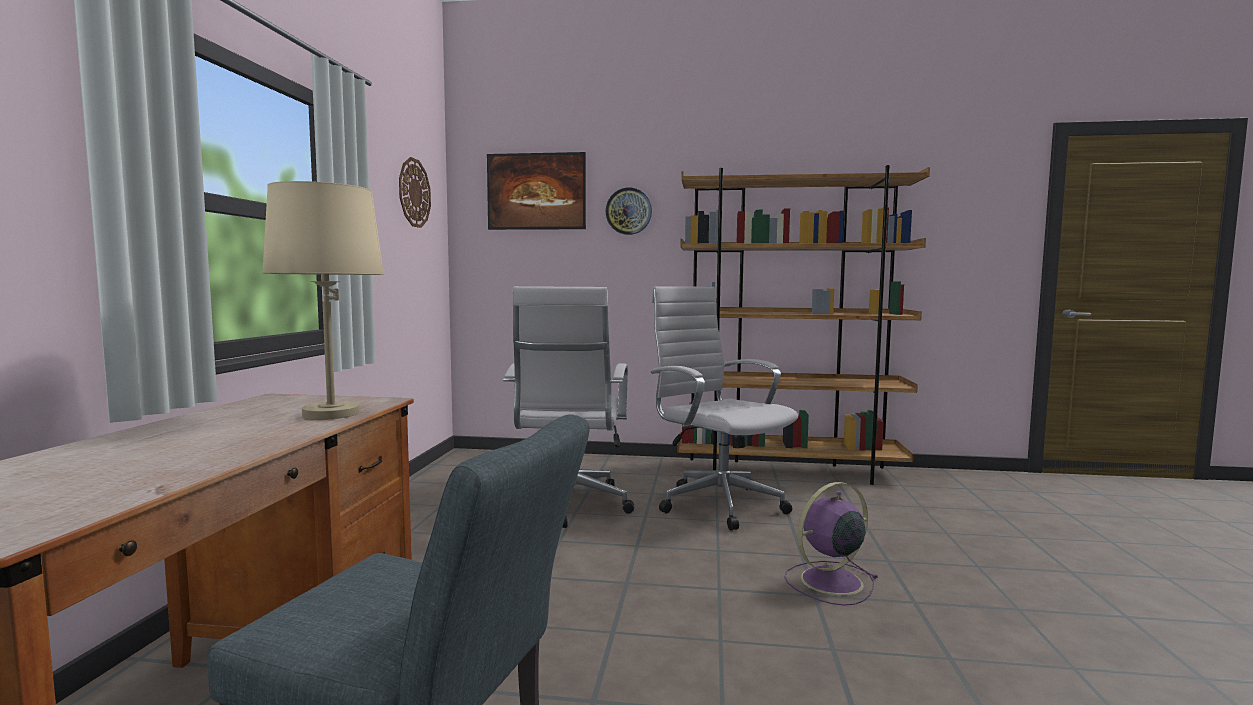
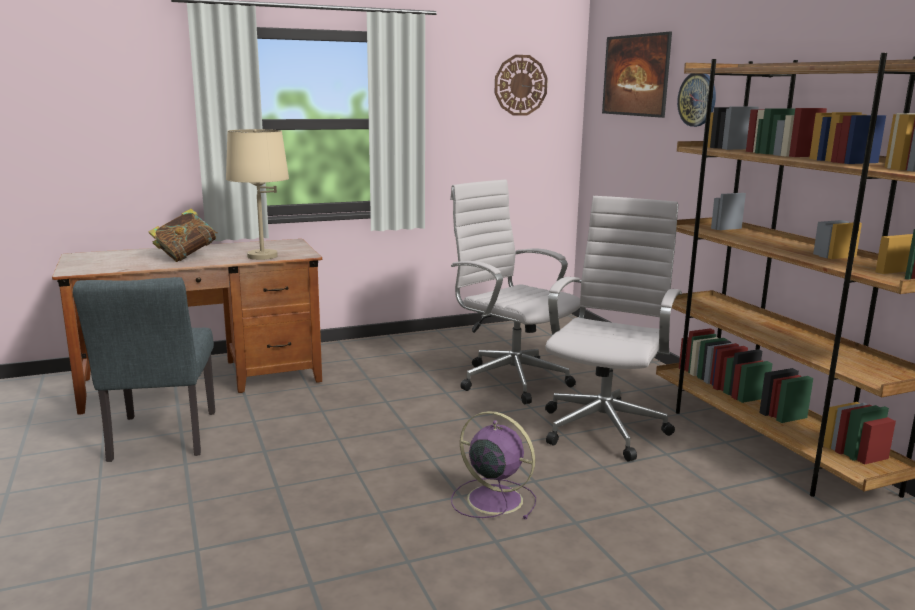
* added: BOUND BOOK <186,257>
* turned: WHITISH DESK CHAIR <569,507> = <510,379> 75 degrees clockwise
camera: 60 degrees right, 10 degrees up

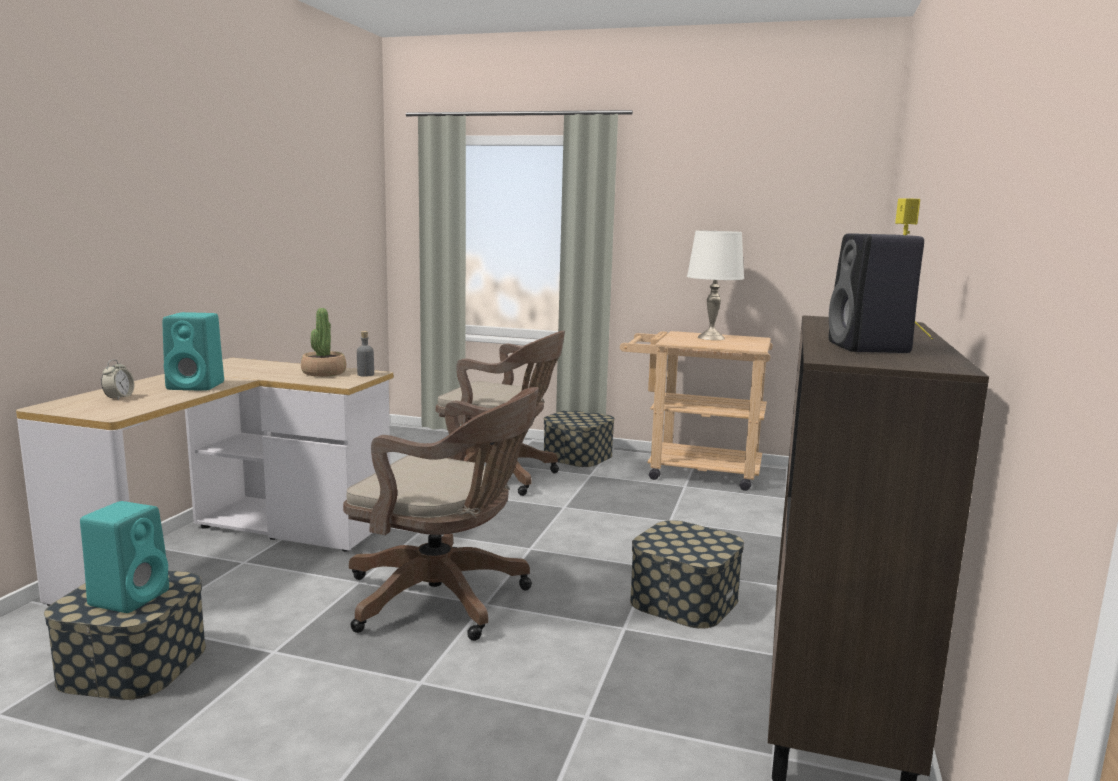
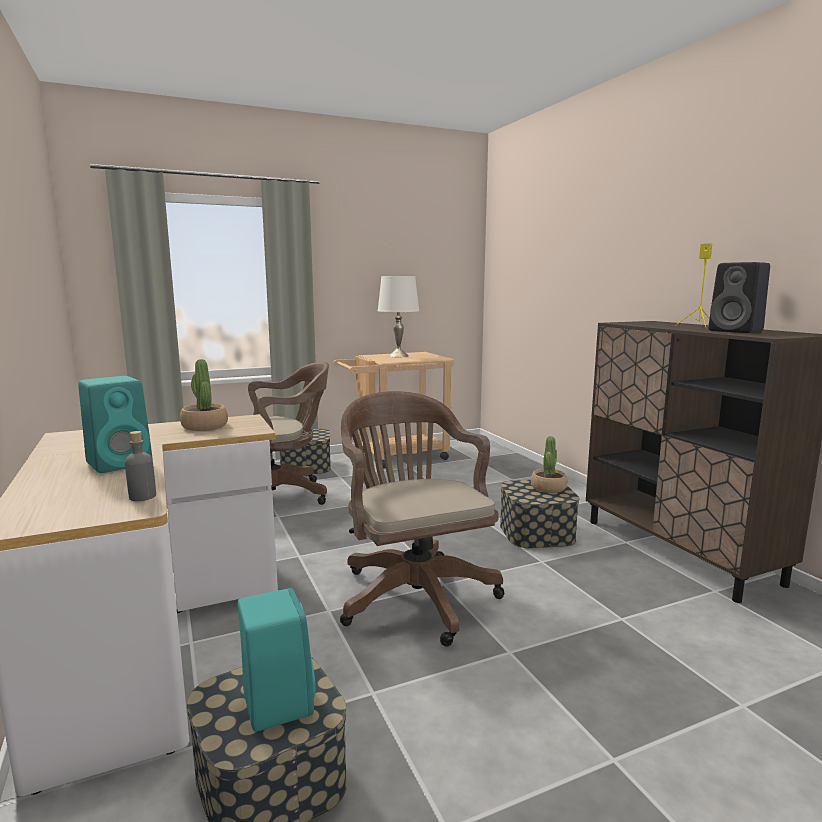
* moved: GRAY BOTTLE <365,374> to <142,496>
* turned: BROWNISH DESK CHAIR <445,599> = <413,593> 90 degrees counterclockwise
* added: PLANT IN A POT <548,488>
* removed: TABLE CLOCK <119,398>
camera: 40 degrees left, 0 degrees up

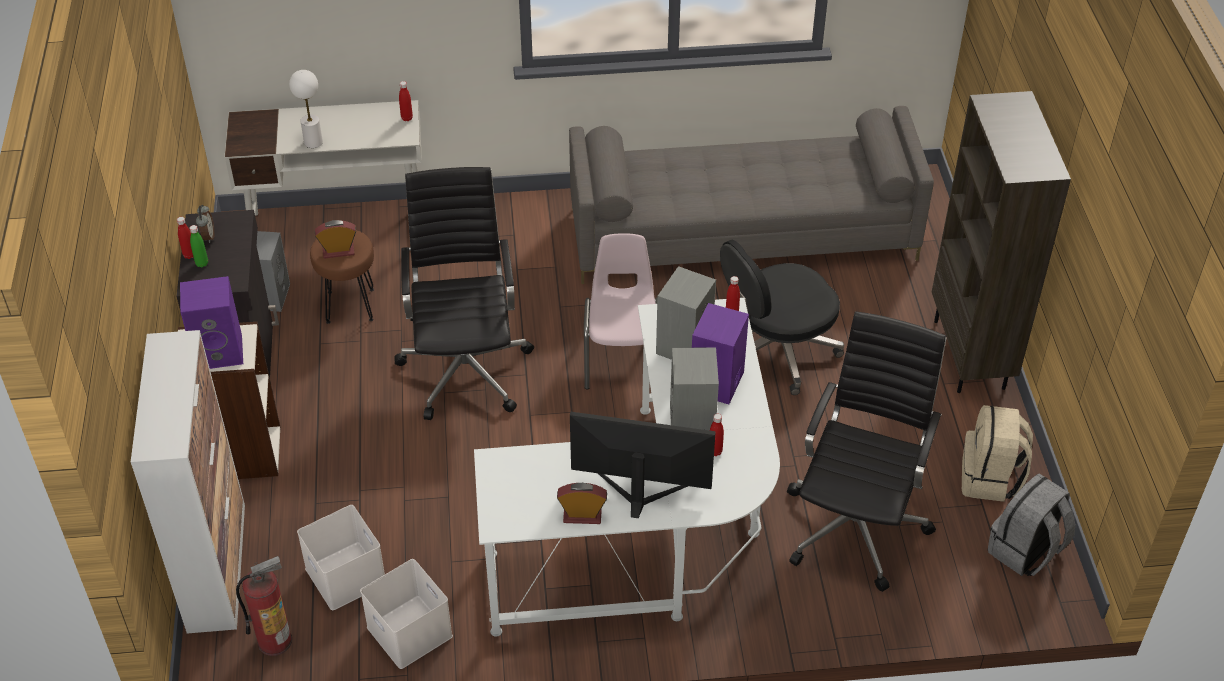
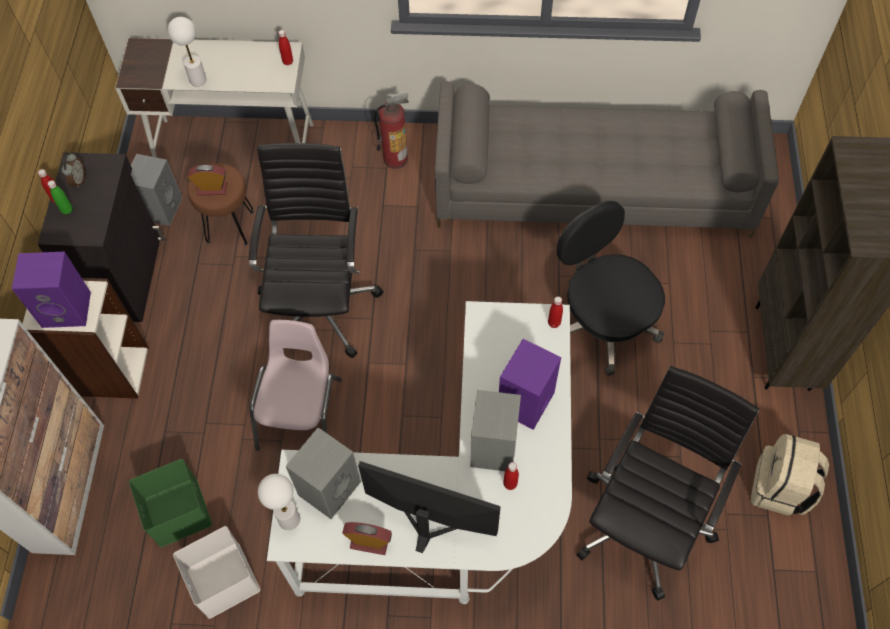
* recoloured: WHITISH STORAGE BIN <347,576> to GREEN STORAGE BIN <179,512>
* moved: PINK CHAIR <623,355> to <301,413>
* added: WHITISH TABLE LAMP <289,519>
* moved: GRAY SPEAKER <683,344> to <329,486>
* moved: FIRE EXTINGUISHER <275,640> to <395,158>
* turned: BLACKISH DESK CHAIR <776,351> = <603,322> 75 degrees clockwise
* removed: GRAY RUCKSACK <1025,551>
camera: 10 degrees right, 15 degrees up

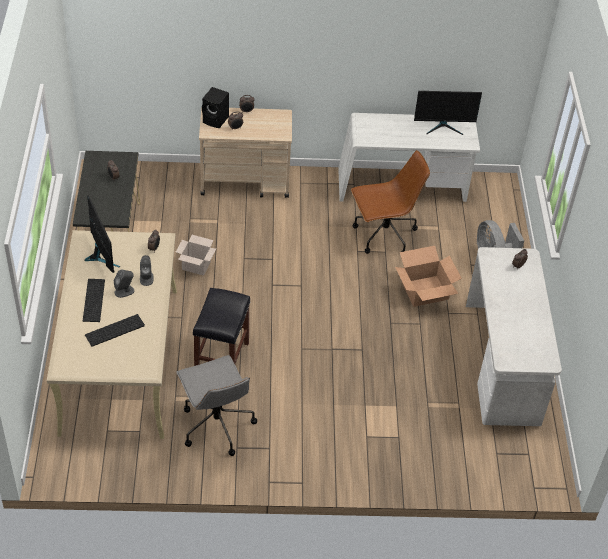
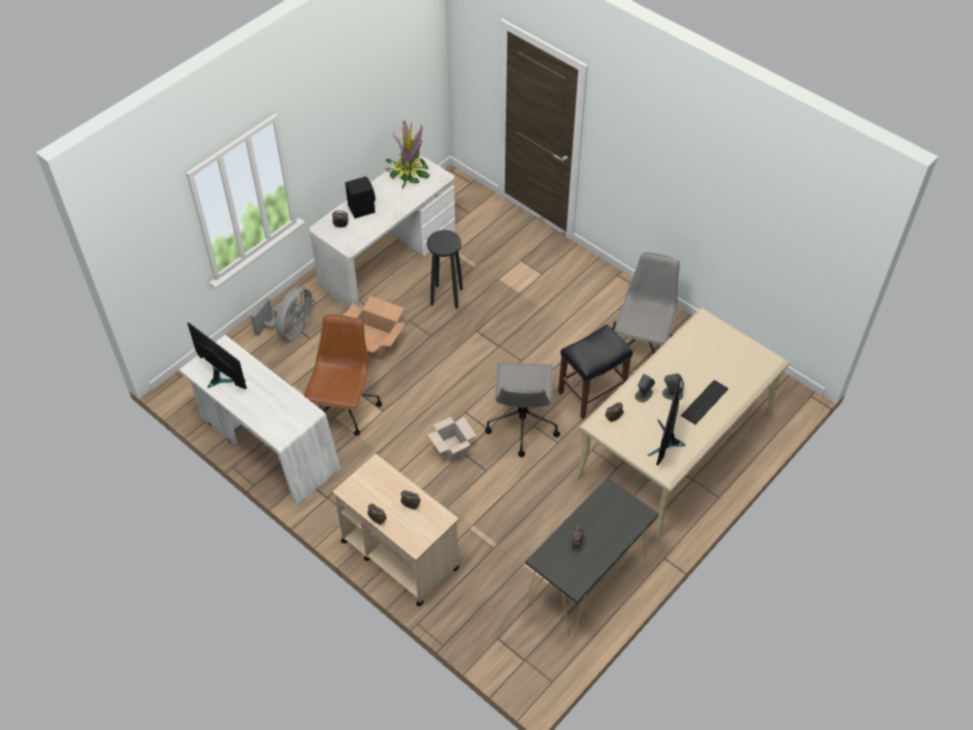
* turned: BROWNISH DESK CHAIR <383,236> = <344,409> 75 degrees clockwise
* moved: BLACKISH SPEAKER <216,120> to <361,208>
* added: PLANT IN A POT <408,172>
* added: BLACKISH STOOL SEAT <446,297>
* moved: CARTON <197,266> to <451,449>
* added: GRAY DESK CHAIR <522,424>
* removed: KEYBOARD <114,331>
camera: 135 degrees left, 5 degrees up

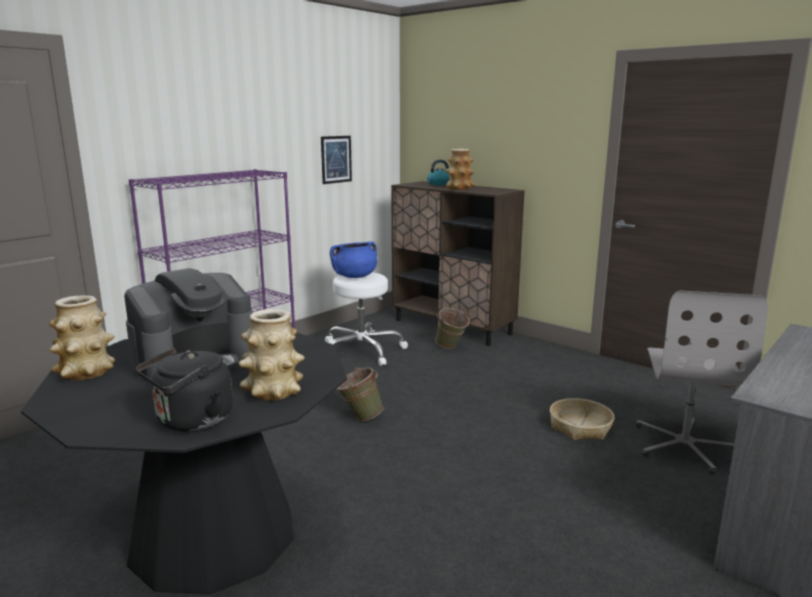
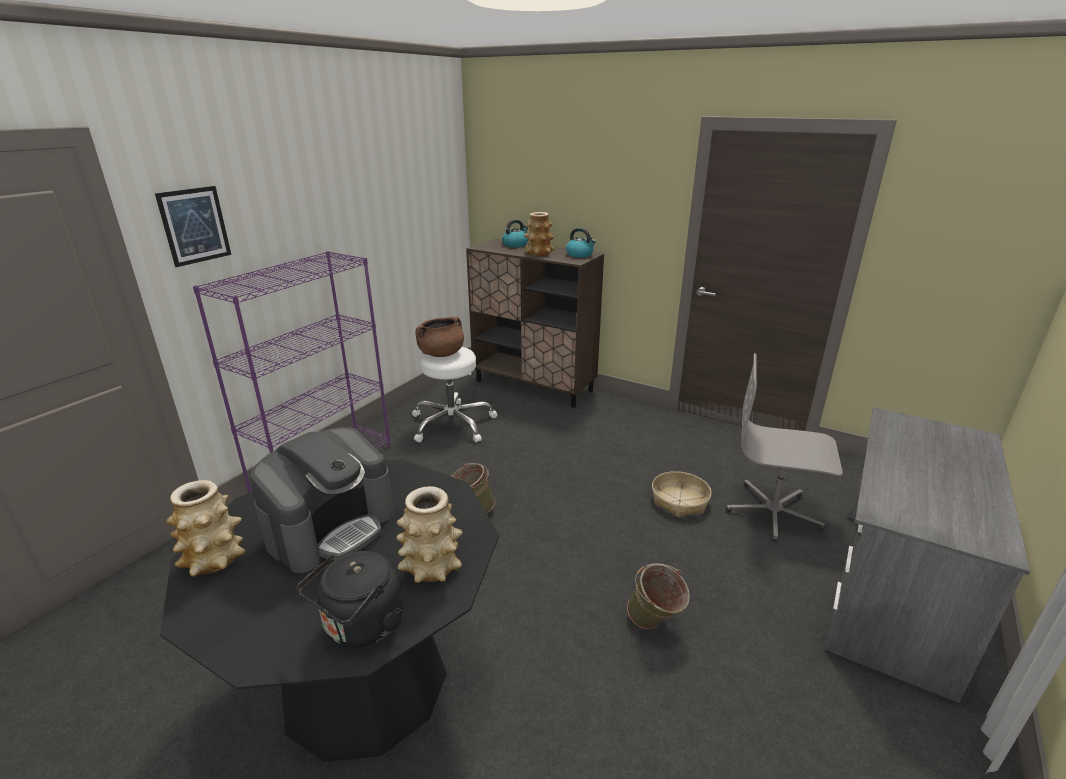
* moved: PICTURE <336,159> to <195,225>
* recoloured: BLUISH SAUCEPOT <354,276> to BROWNISH SAUCEPOT <441,354>
* added: KETTLE <580,255>
* moved: GREEN WATER BUCKET <451,348> to <654,624>
* turned: GRAY DESK CHAIR <685,446> = <773,512> 105 degrees clockwise
camera: 10 degrees left, 10 degrees up

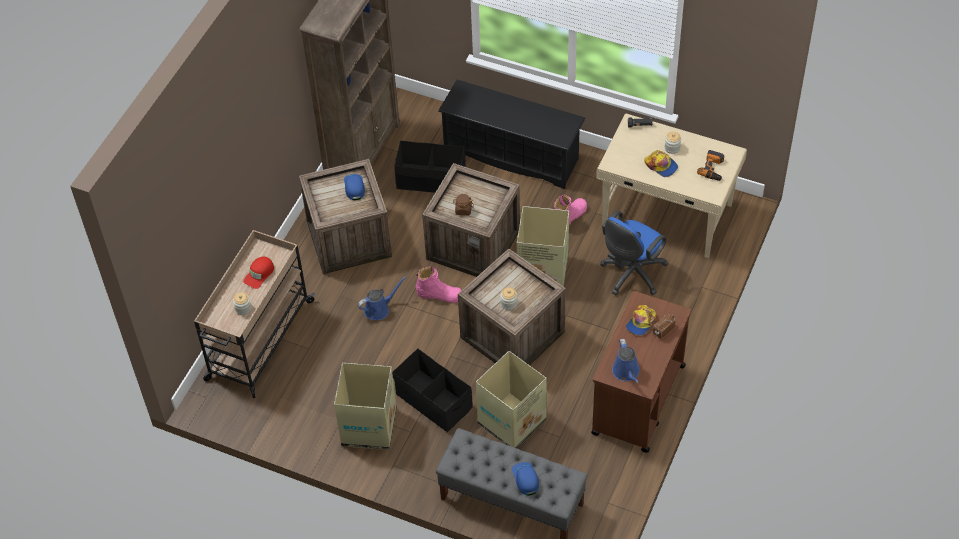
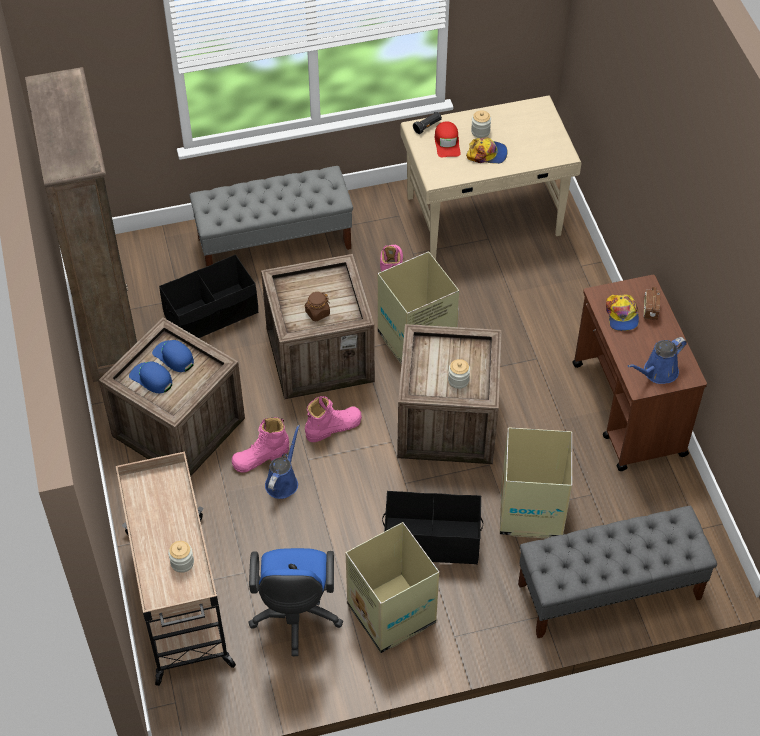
* moved: BLUISH CAP <525,479> to <151,379>
* replaced: BLACKISH SHOE SHELF <512,155> to GRAY LONG SEAT <274,243>
* added: PINK BOOT <261,456>
* moved: BLUISH DESK CHAIR <631,275> to <295,617>
* moved: RED-COLOURED CAP <259,274> to <447,143>
* turned: BLUISH WATERING POT <626,372> = <657,372> 105 degrees clockwise
* removed: ELECTRIC DRILL <713,169>
camera: 40 degrees left, 0 degrees up

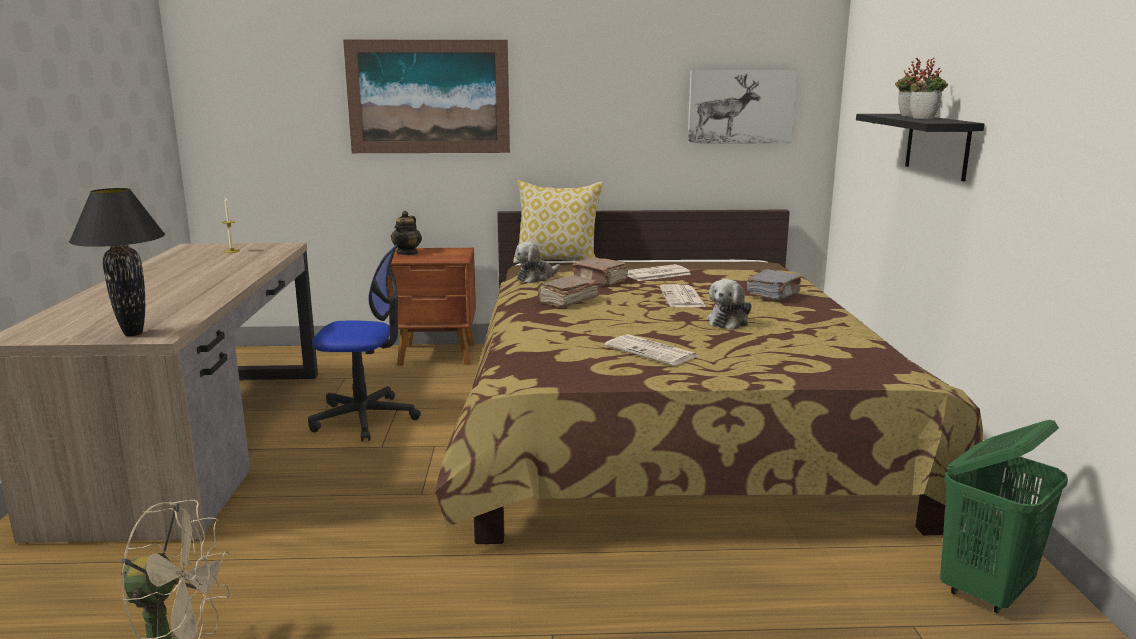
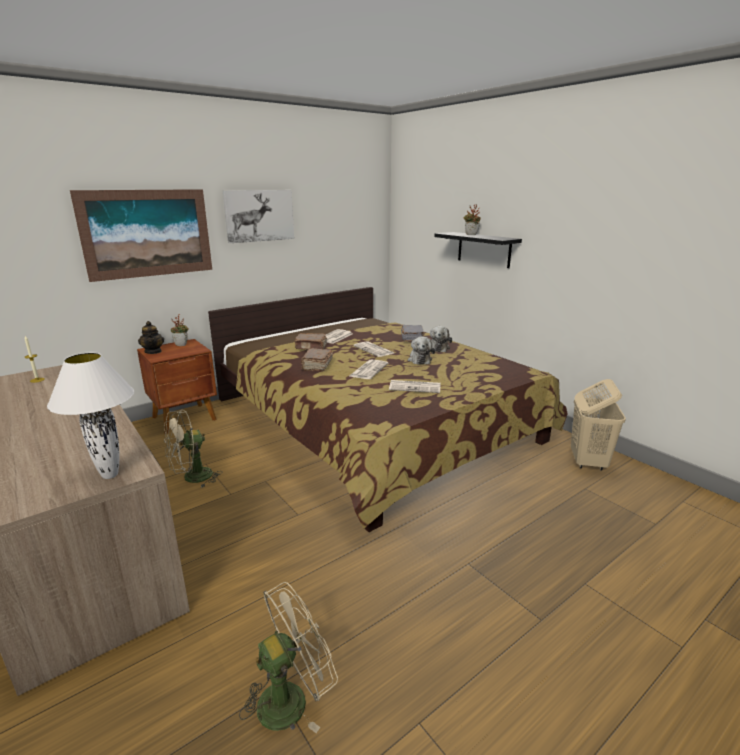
* recoloured: BLACKISH TABLE LAMP <132,334> to WHITISH TABLE LAMP <109,475>
* replaced: DESK CHAIR <365,418> to SAND-COLOURED COOLING FAN <192,478>
* moved: PLANT IN A POT <925,118> to <182,345>
* moved: PICTURE <740,106> to <259,215>
* added: NEWSPAPER <368,370>
* moved: CUDDLY TOY <536,278> to <438,347>
* recoloured: GREEN WASHING BASKET <986,591> to SAND-COLOURED WASHING BASKET <587,462>
* removed: CUSHION <557,261>
camera: 35 degrees left, 5 degrees up

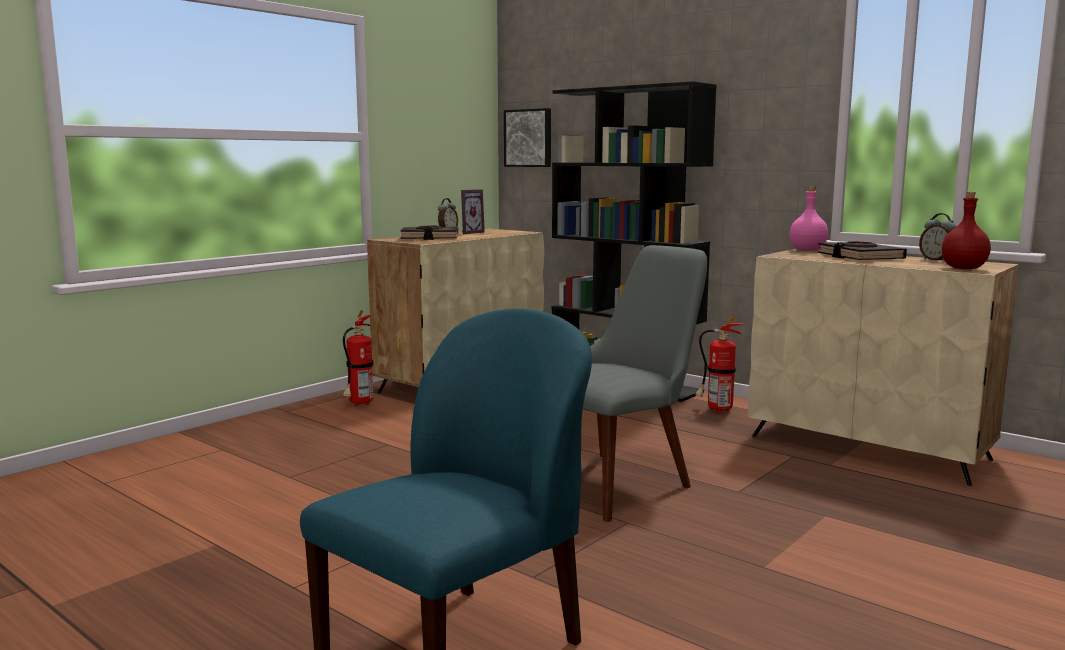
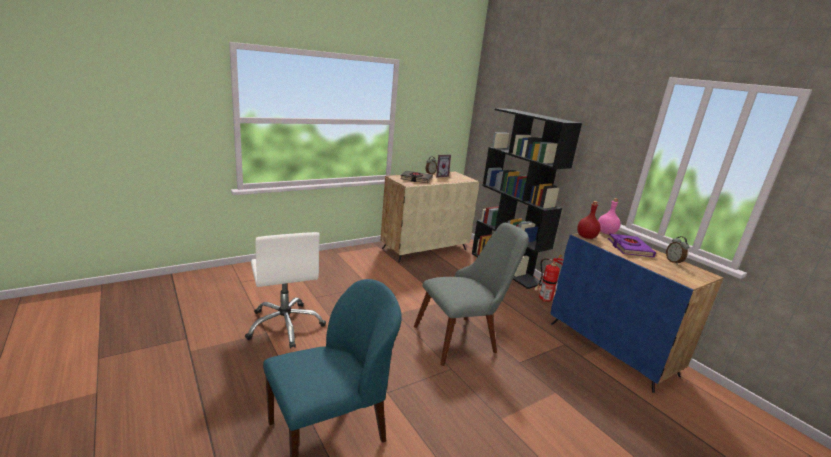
* added: WHITISH DESK CHAIR <285,325>
* recoloured: SAND-COLOURED STORAGE CABINET <869,447> to BLUISH STORAGE CABINET <612,348>
* moved: RED-COLOURED BOTTLE <962,268> to <585,237>
* recoloured: BLACKISH BOUND BOOK <859,257> to PURPLE BOUND BOOK <629,248>
* removed: FIRE EXTINGUISHER <359,404>
* removed: PICTURE <529,138>
camera: 15 degrees right, 10 degrees up

